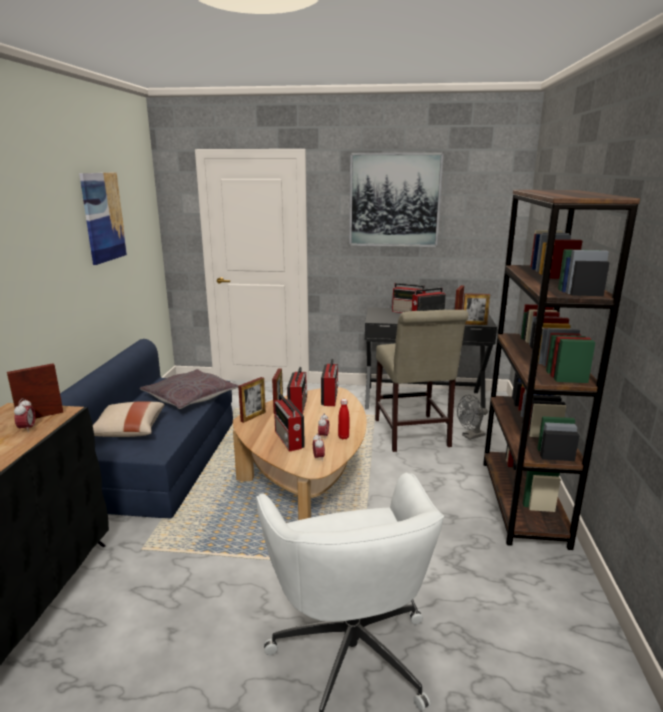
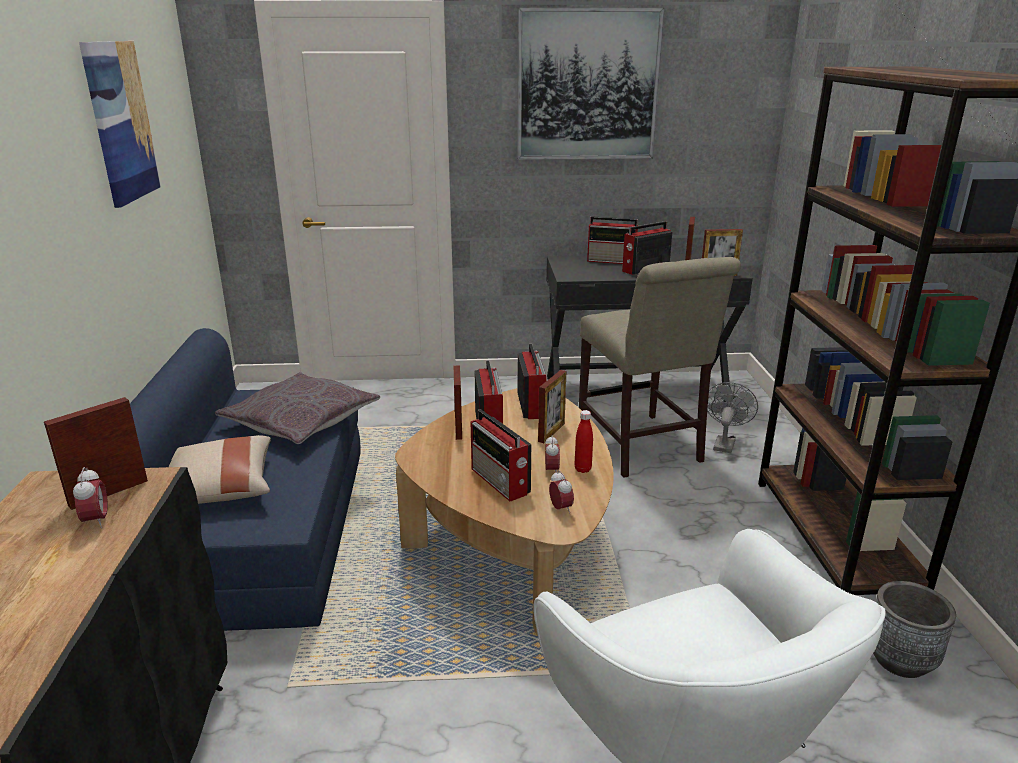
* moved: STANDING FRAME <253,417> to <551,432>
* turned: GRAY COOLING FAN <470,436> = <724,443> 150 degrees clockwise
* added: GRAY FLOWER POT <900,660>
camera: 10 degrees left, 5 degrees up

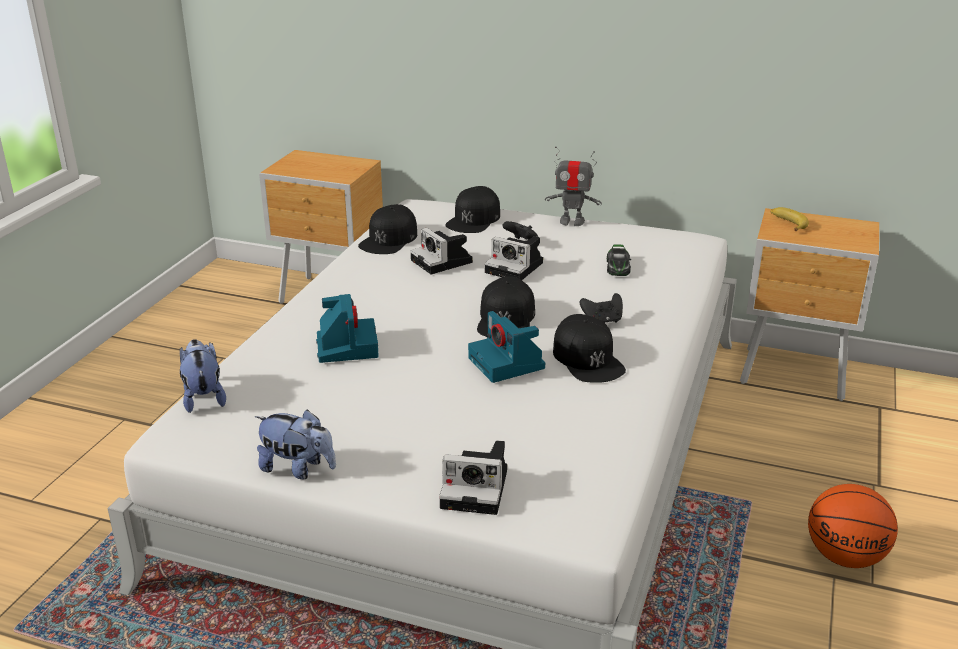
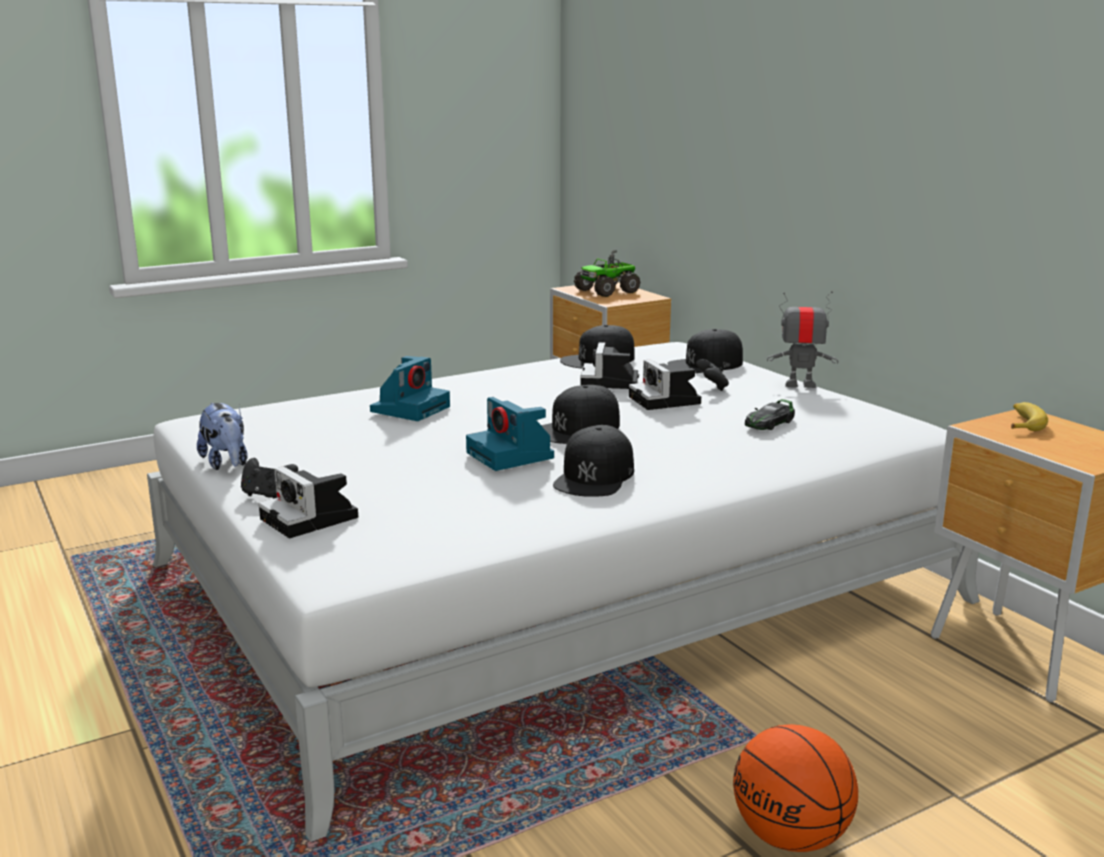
* moved: BLACKISH GAMEPAD <602,321> to <268,495>
* turned: STILL CAMERA <508,364> = <511,456> 45 degrees counterclockwise
* added: TOY LORRY <607,291>
* turned: ROBOT FIGURE <572,221> = <800,385> 135 degrees clockwise
* removed: CUDDLY TOY <203,397>
camera: 40 degrees right, 10 degrees down

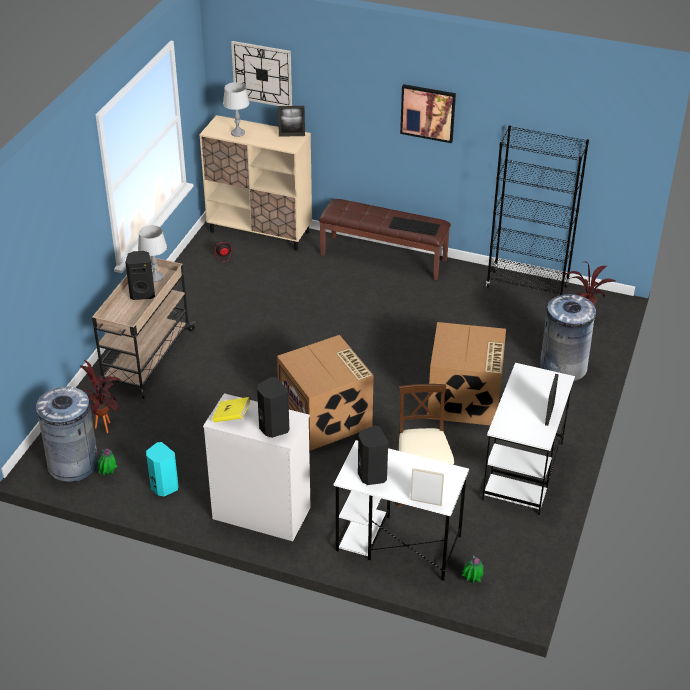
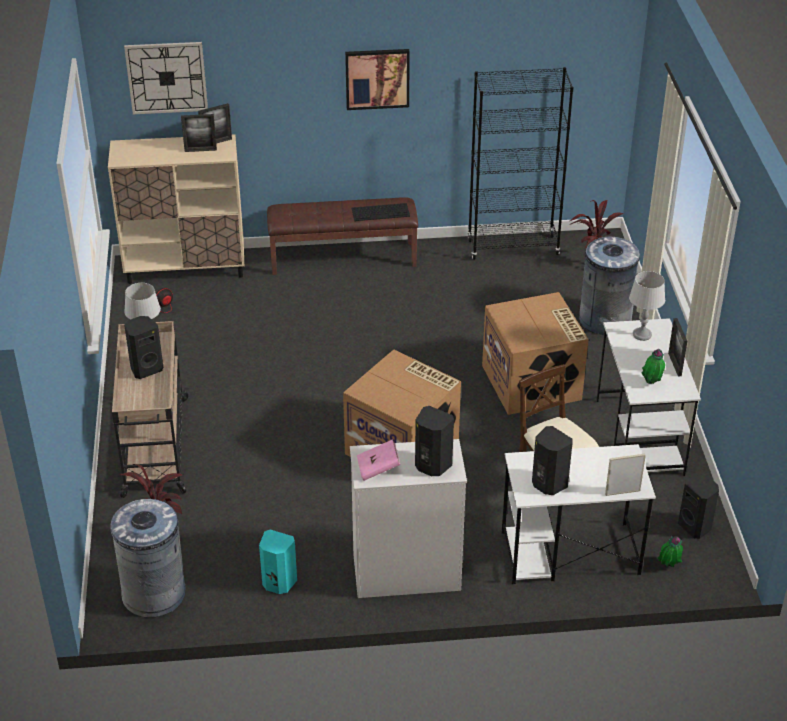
* added: STANDING FRAME <200,150>
* recoloured: YELLOW-COLOURED BOUND BOOK <231,416> to PINK BOUND BOOK <378,468>
* moved: GRAY TABLE LAMP <237,133> to <641,334>
* moved: PLANT IN A POT <108,475> to <652,383>
* added: BLACKISH SPEAKER <695,526>
camera: 25 degrees left, 0 degrees up

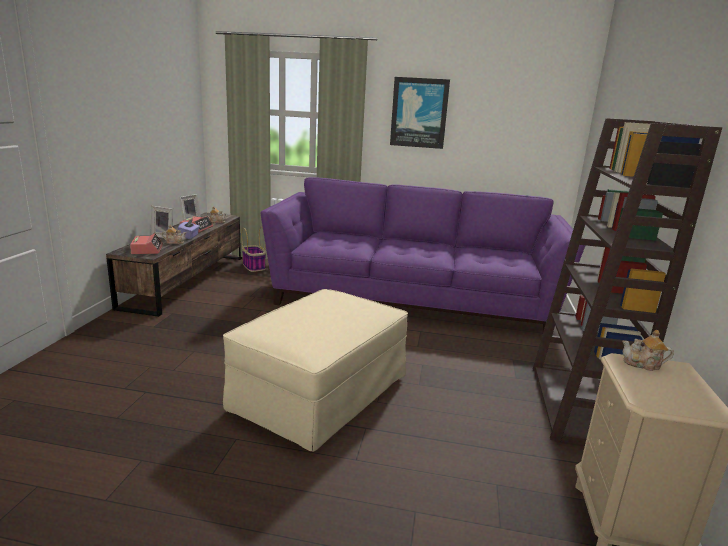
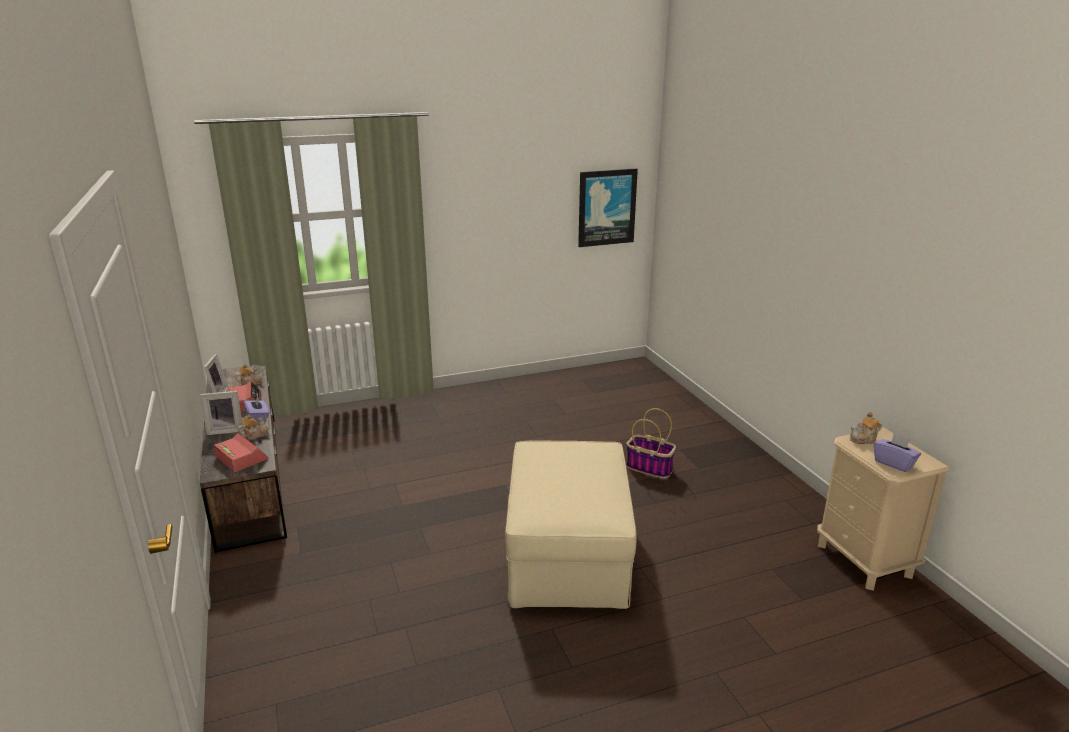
* moved: PICTURE <419,113> to <606,207>
* moved: BASKET <254,266> to <650,468>
* added: PURPLE BOX OF TISSUES <894,463>
* removed: PURPLE SOFA <412,300>
* removed: BROWNISH BOOKSHELF <577,406>
camera: 30 degrees left, 5 degrees up

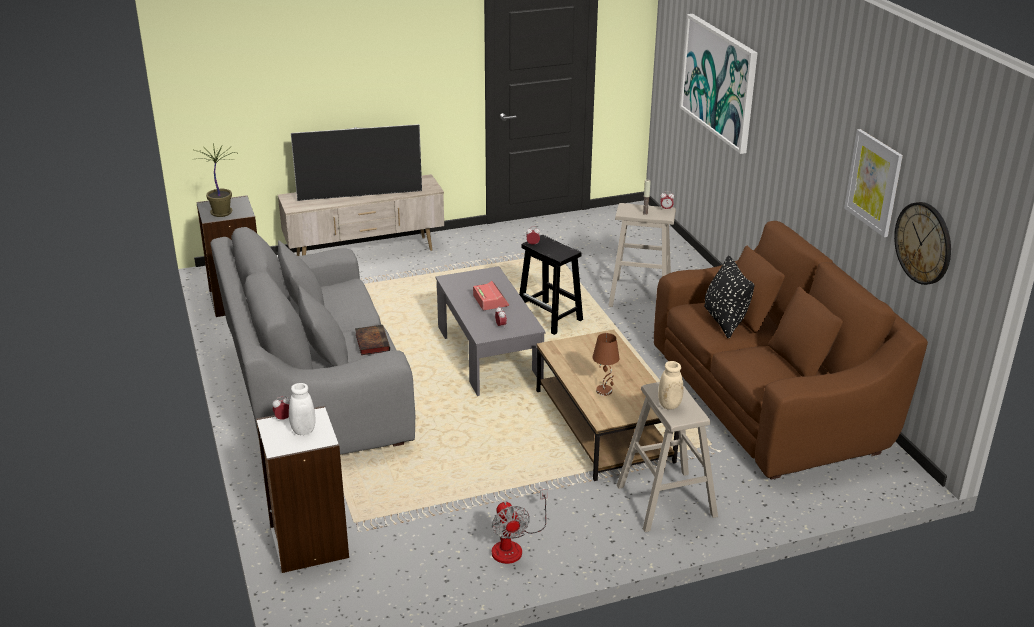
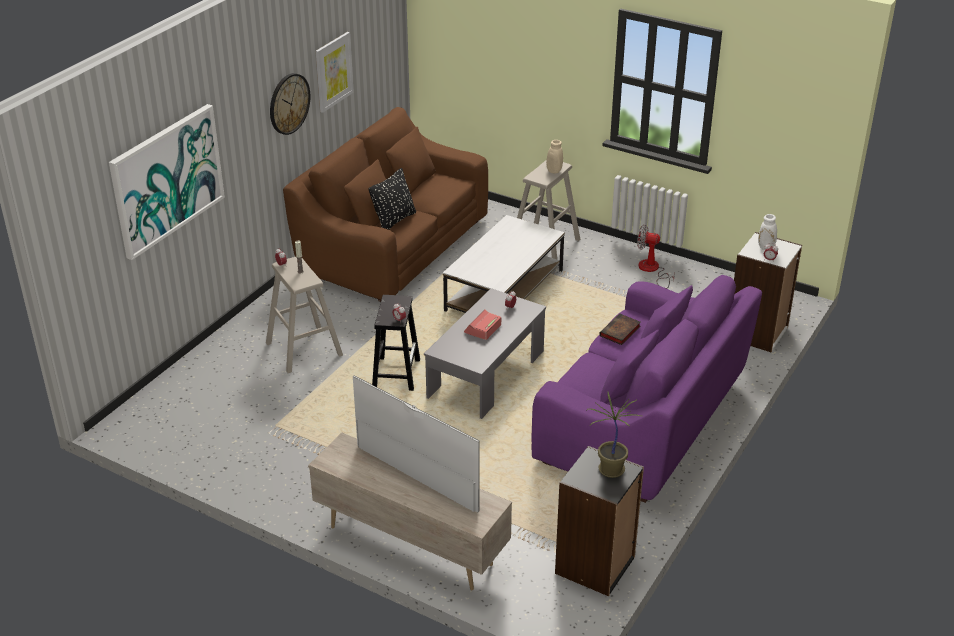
* moved: HANGING CLOCK <923,243> to <289,103>
* recoloured: BROWNISH COFFEE TABLE <604,426> to WHITISH COFFEE TABLE <504,290>
* recoloured: GRAY SOFA <315,393> to PURPLE SOFA <642,422>
* turned: COOLING FAN <513,546> = <652,270> 105 degrees counterclockwise
* removed: BROWNISH TABLE LAMP <604,391>
camera: 130 degrees left, 5 degrees up

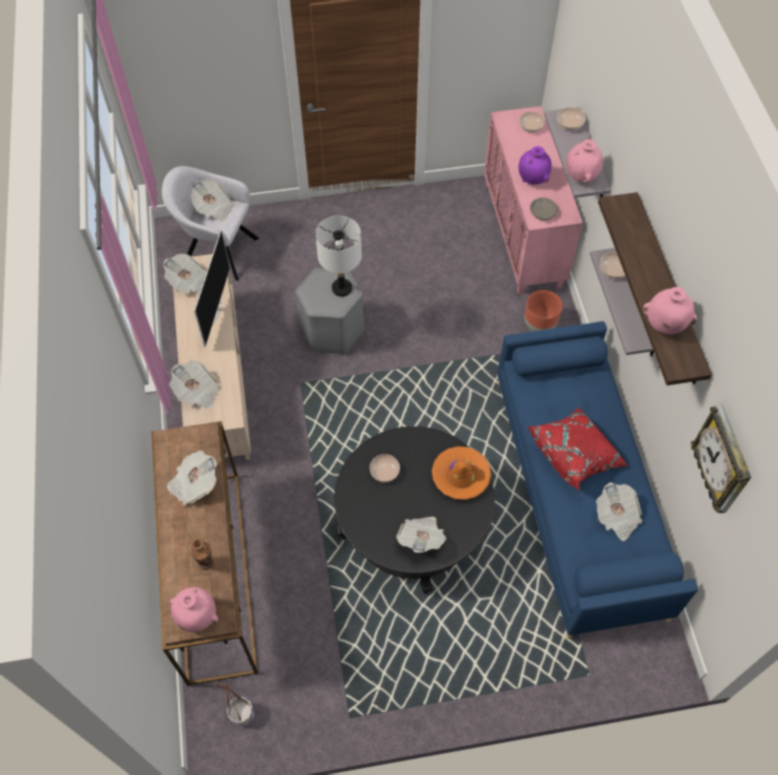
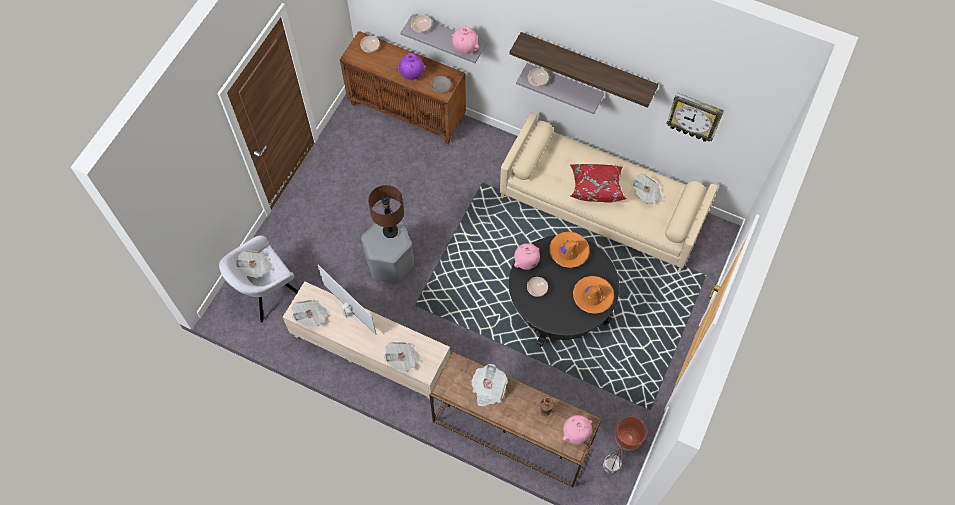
* recoloured: PINK STORAGE CABINET <523,236> to BROWNISH STORAGE CABINET <408,111>
* recoloured: WHITISH TABLE LAMP <342,288> to BROWNISH TABLE LAMP <390,231>
* recoloured: BLUISH SOFA <579,494> to SAND-COLOURED SOFA <602,207>
* moved: PINK VASE <664,325> to <526,262>
* replaced: NEWSPAPER <421,538> to ORANGE WEARABLE HAT <592,296>
* moved: BROWNISH FLOWER POT <540,324> to <627,439>
camera: 55 degrees left, 5 degrees up

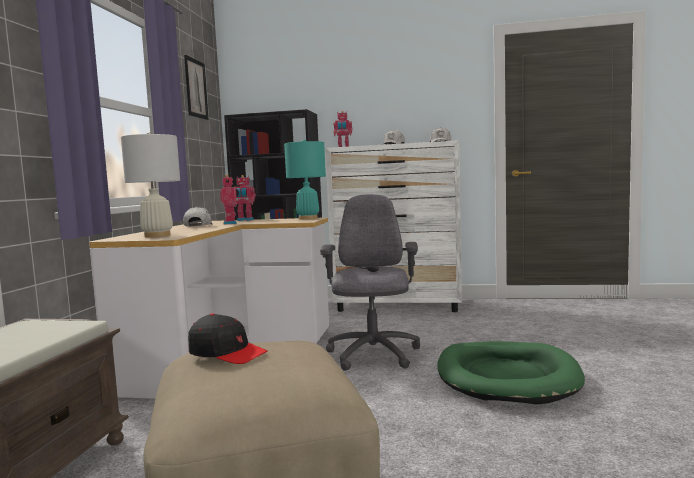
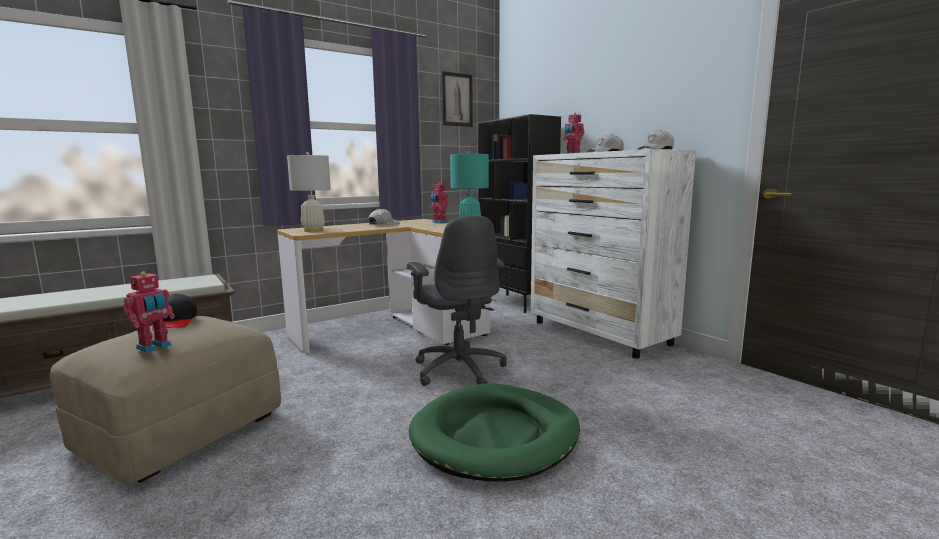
* moved: ROBOT FIGURE <231,223> to <155,347>
* turned: GRAY DESK CHAIR <373,355> = <459,369> 105 degrees clockwise
camera: 45 degrees right, 5 degrees up

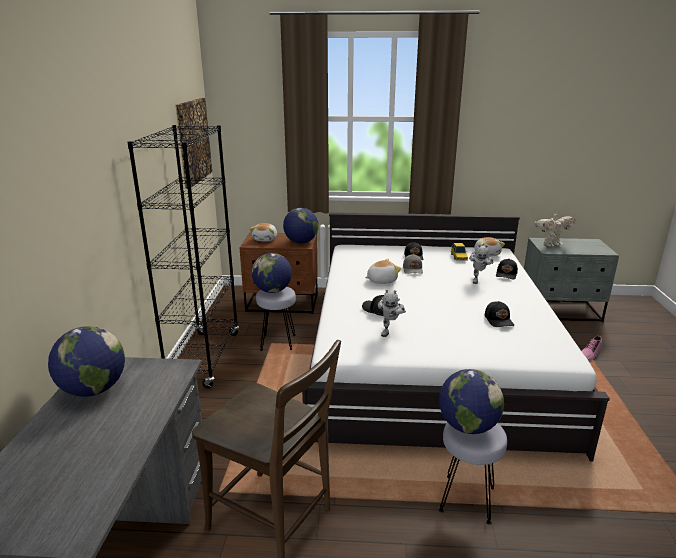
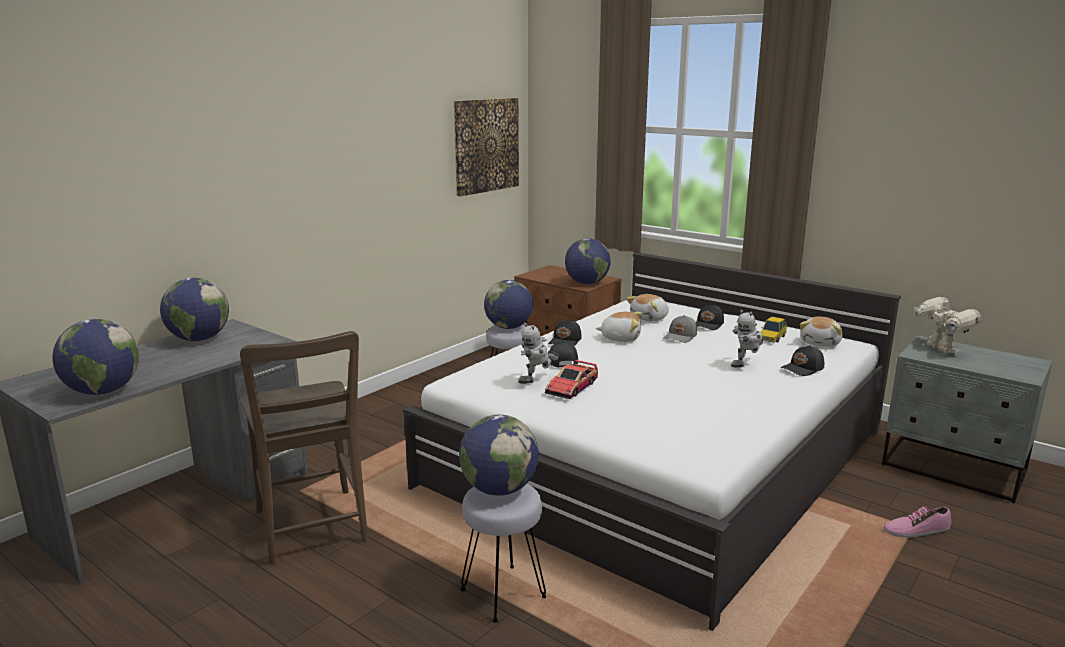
* added: GLOBE <103,391>
* added: MODEL CAR <571,387>
* moved: BLACKISH CAP <499,320> to <565,341>
* moved: CUDDLY TOY <265,239> to <650,318>
* turned: ROBOT FIGURE <551,244> = <940,349> 120 degrees counterclockwise
* removed: BLACKISH BOOKSHELF <205,358>
camera: 35 degrees right, 5 degrees down

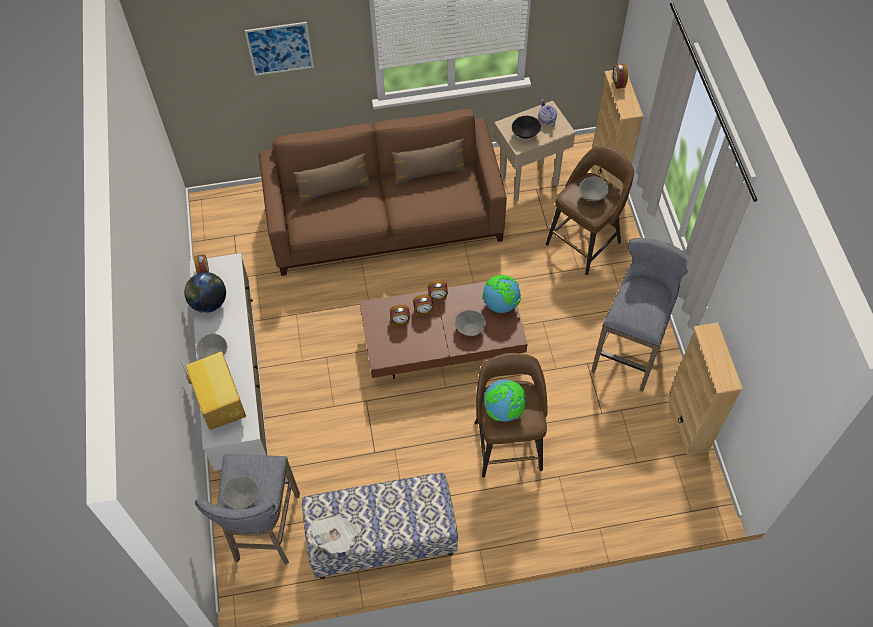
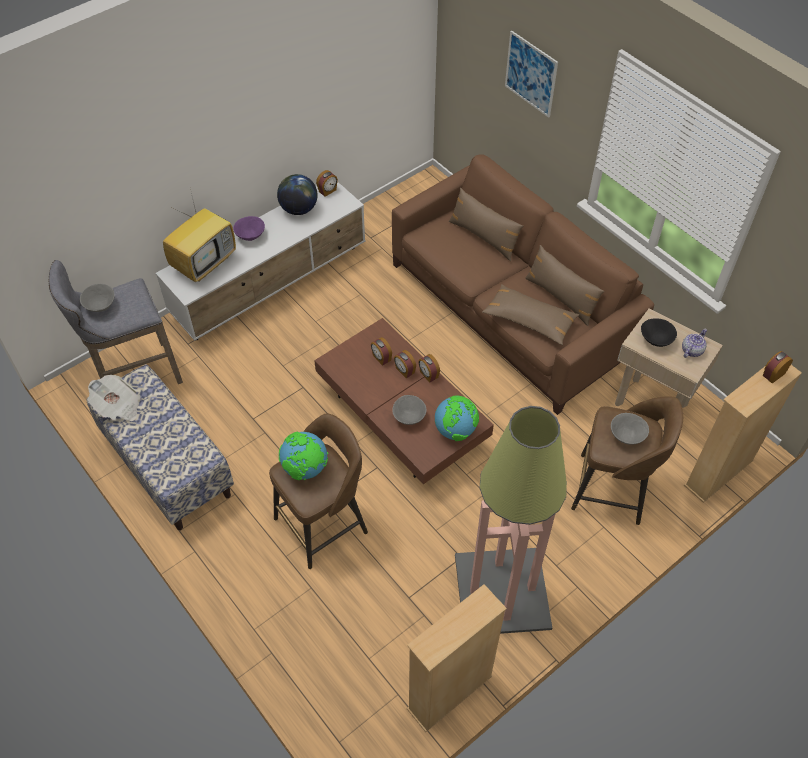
* recoloured: GRAY DEEP DISH <214,353> to PURPLE DEEP DISH <251,236>
* replaced: GRAY STOOL SEAT <629,351> to FLOOR LAMP <503,592>
* added: BROWNISH CUSHION <529,320>
camera: 60 degrees right, 5 degrees down

